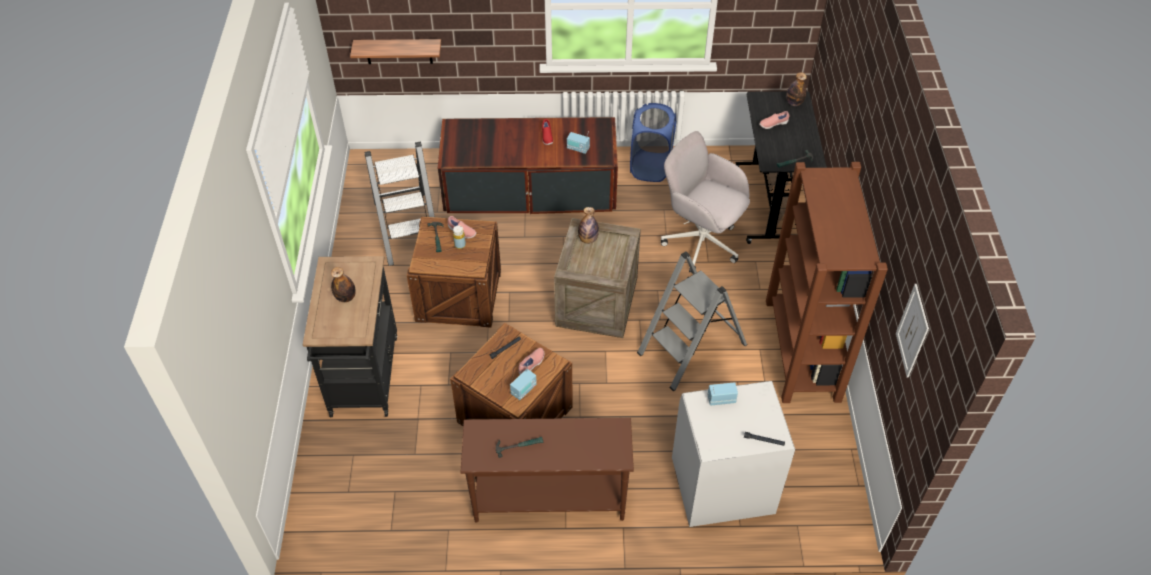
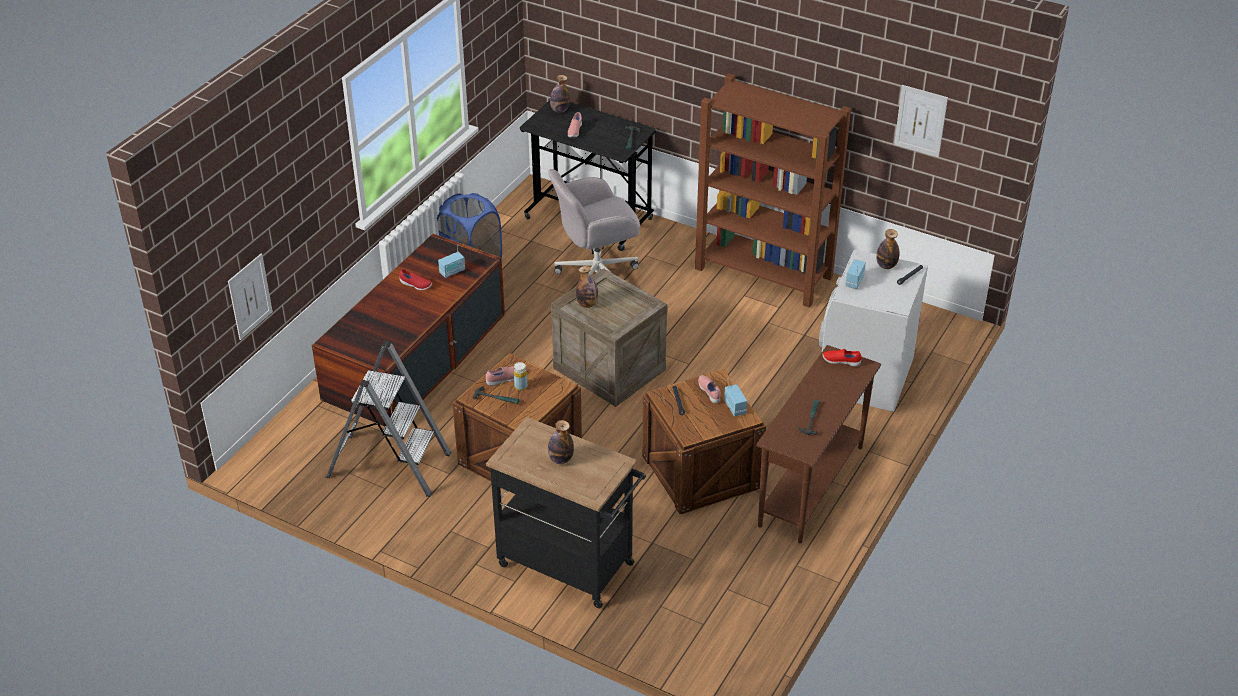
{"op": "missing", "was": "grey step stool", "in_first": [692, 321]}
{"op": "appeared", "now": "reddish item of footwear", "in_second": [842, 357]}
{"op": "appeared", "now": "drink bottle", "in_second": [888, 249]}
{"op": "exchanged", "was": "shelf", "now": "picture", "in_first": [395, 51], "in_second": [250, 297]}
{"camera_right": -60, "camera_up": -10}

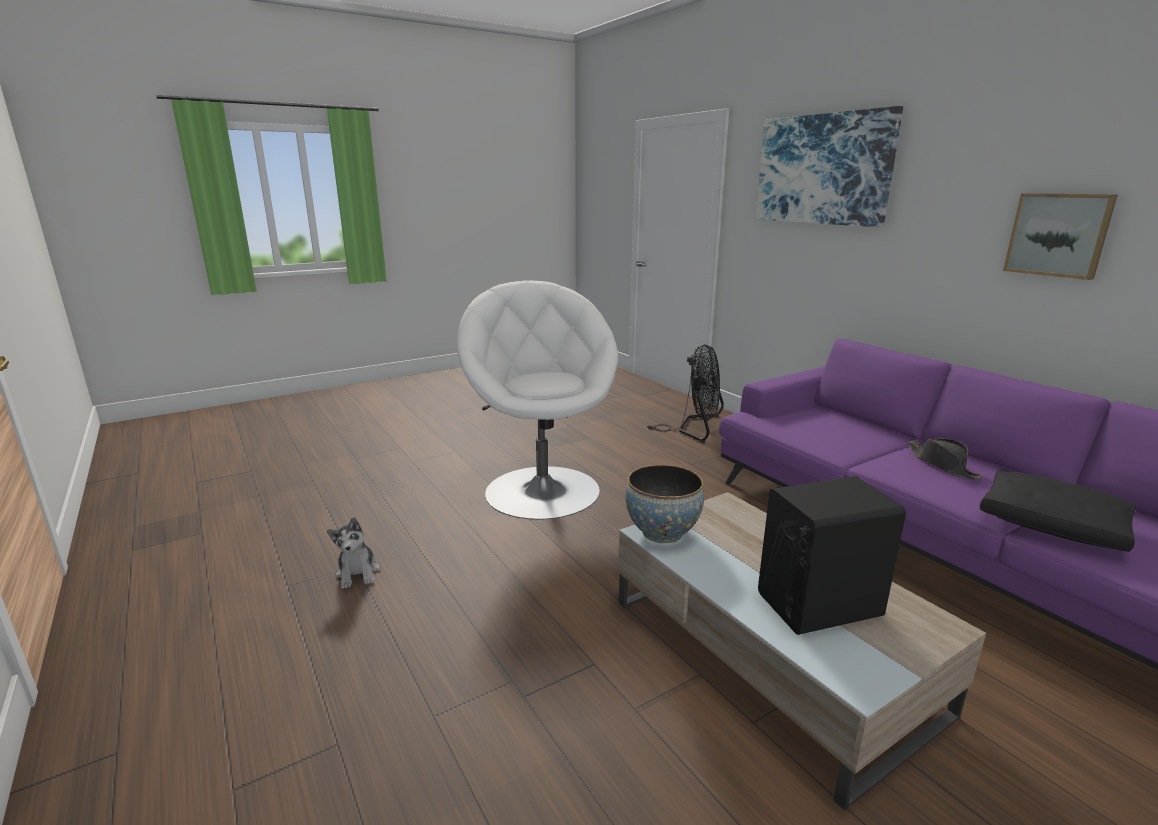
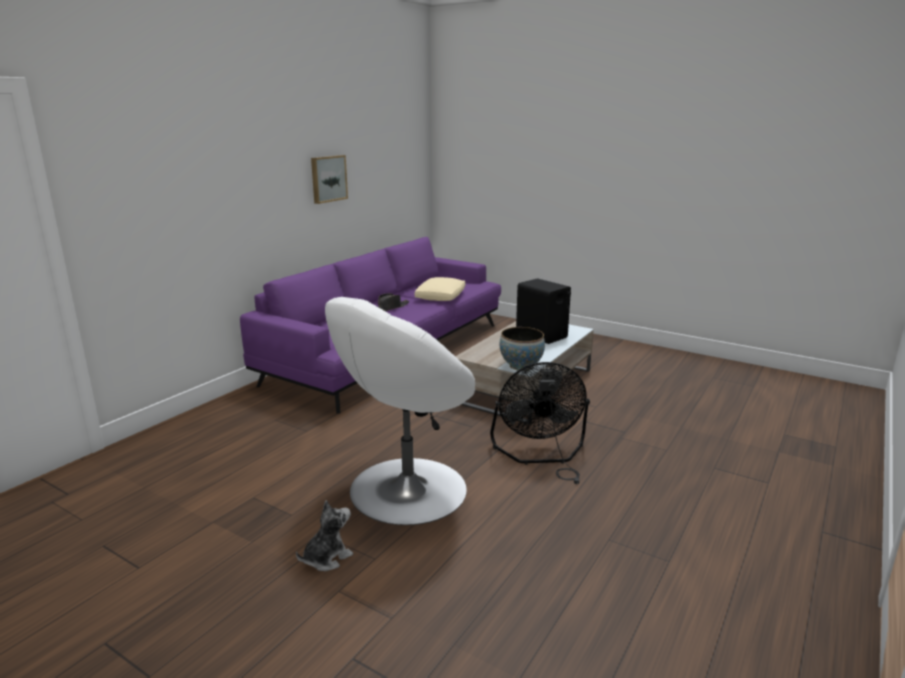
{"op": "missing", "was": "picture", "in_first": [829, 166]}
{"op": "relocated", "was": "cuddly toy", "in_first": [353, 553], "in_second": [324, 535]}
{"op": "relocated", "was": "blackish cooling fan", "in_first": [685, 393], "in_second": [540, 423]}
{"op": "colour", "was": "blackish throw pillow", "now": "beige-coloured throw pillow", "in_first": [1058, 511], "in_second": [440, 289]}
{"camera_right": -115, "camera_up": 0}

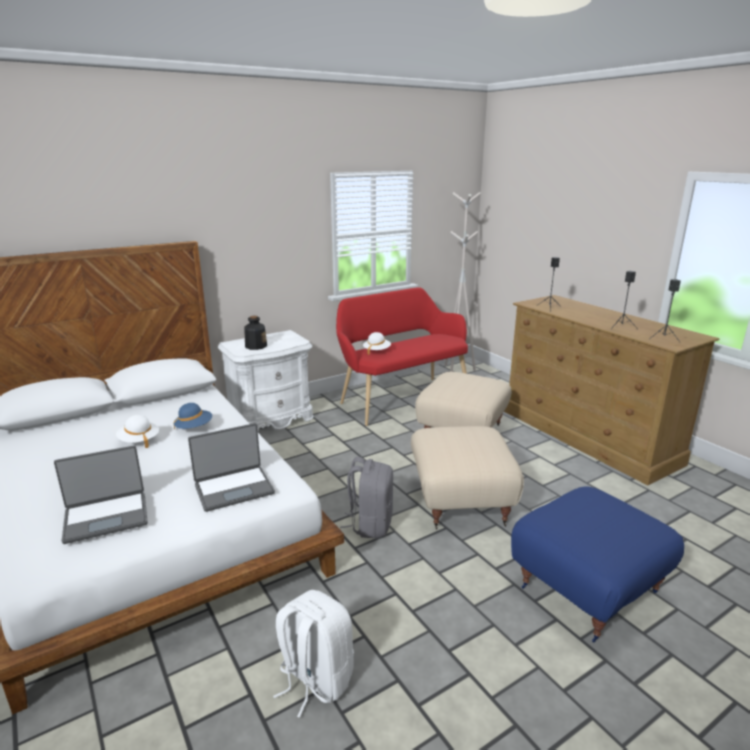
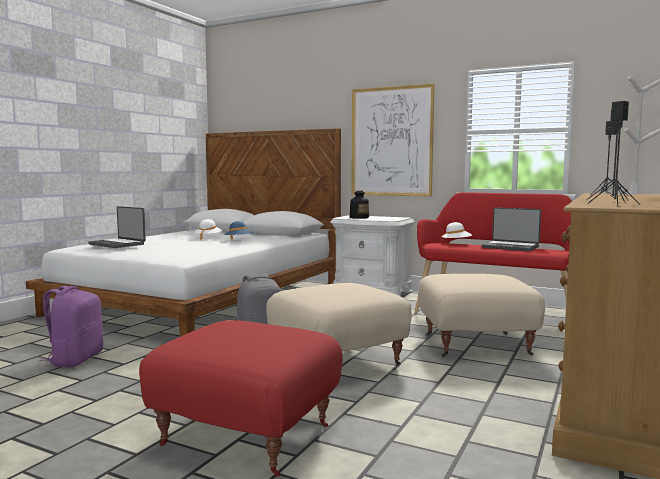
{"op": "appeared", "now": "picture", "in_second": [392, 140]}
{"op": "relocated", "was": "laptop", "in_first": [231, 467], "in_second": [511, 229]}
{"op": "colour", "was": "white-coloured backpack", "now": "purplish backpack", "in_first": [313, 654], "in_second": [71, 326]}
{"op": "colour", "was": "blue pouffe", "now": "reddish pouffe", "in_first": [597, 564], "in_second": [241, 398]}
{"camera_right": 60, "camera_up": -15}

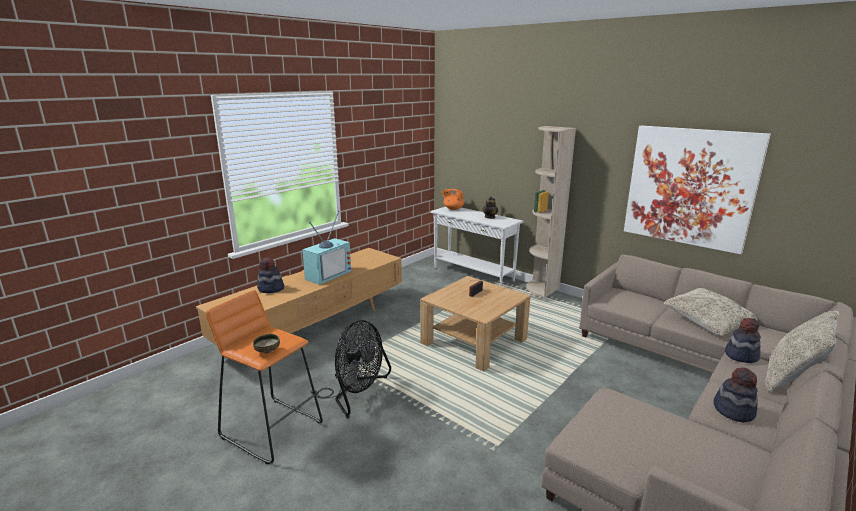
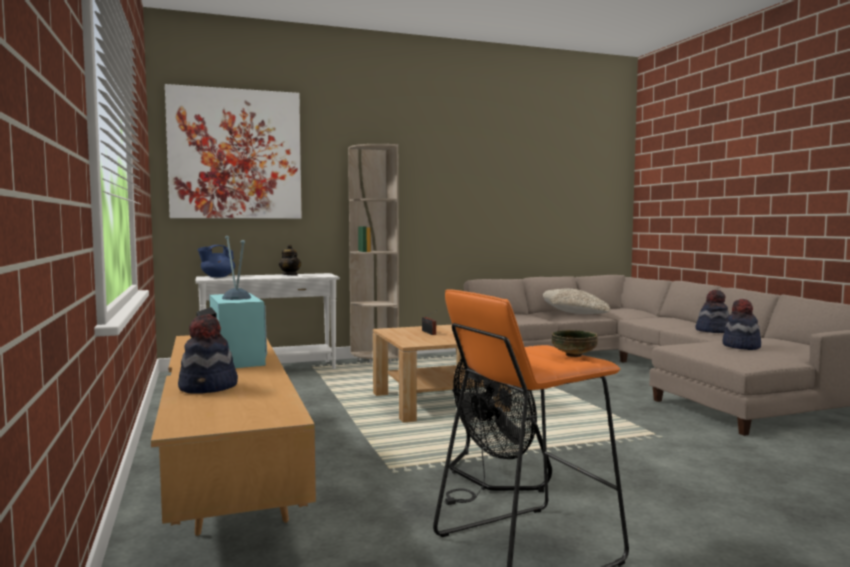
{"op": "missing", "was": "beige-coloured throw pillow", "in_first": [802, 351]}
{"op": "relocated", "was": "picture", "in_first": [697, 189], "in_second": [233, 151]}
{"op": "relocated", "was": "clothing hat", "in_first": [743, 340], "in_second": [742, 324]}
{"op": "colour", "was": "orangey tea pot", "now": "blue tea pot", "in_first": [453, 199], "in_second": [216, 261]}
{"camera_right": -60, "camera_up": -15}

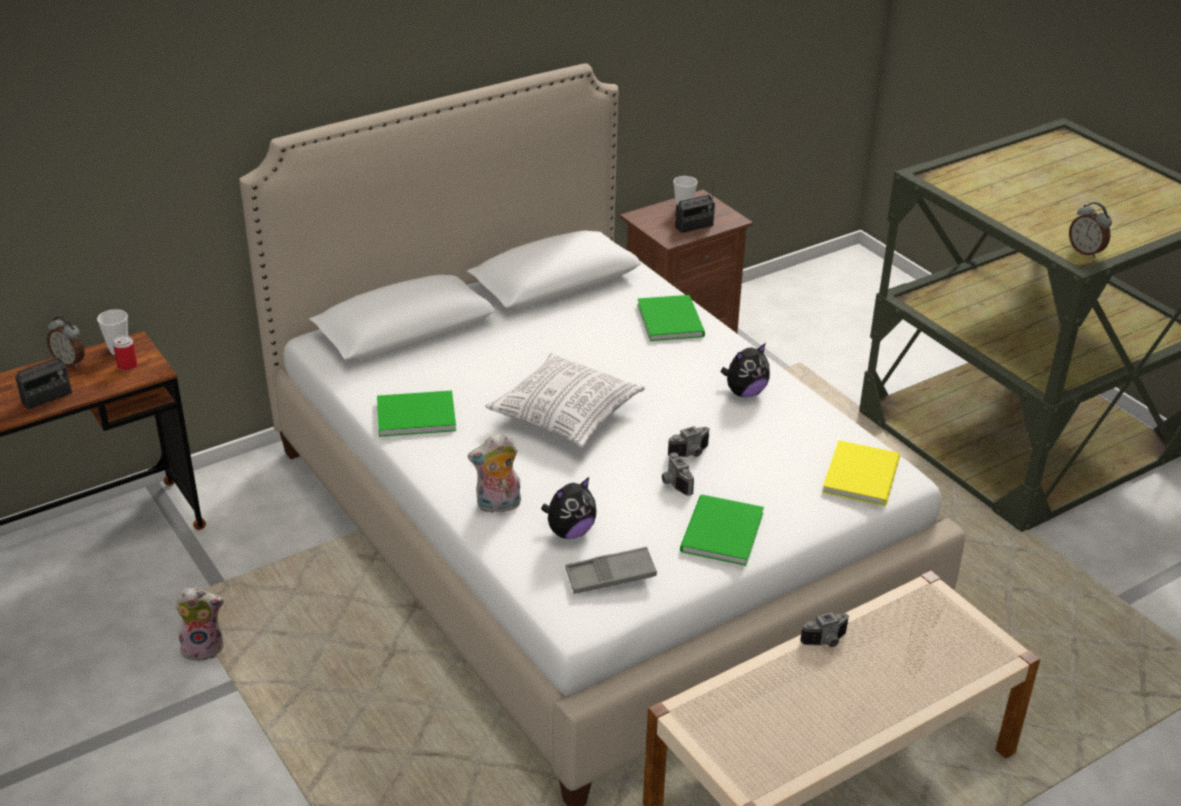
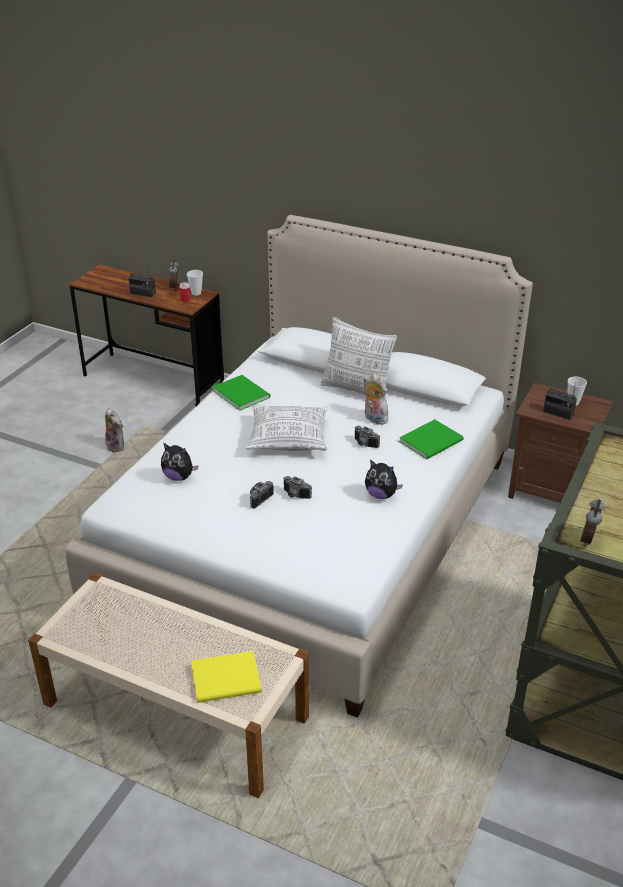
{"op": "missing", "was": "grey serving tray", "in_first": [611, 570]}
{"op": "missing", "was": "greenish book", "in_first": [722, 530]}
{"op": "appeared", "now": "throw pillow", "in_second": [358, 356]}
{"op": "relocated", "was": "cuddly toy", "in_first": [494, 473], "in_second": [375, 399]}
{"op": "relocated", "was": "photo camera", "in_first": [824, 629], "in_second": [367, 437]}
{"op": "relocated", "was": "yellow book", "in_first": [861, 473], "in_second": [226, 677]}
{"camera_right": 60, "camera_up": 0}

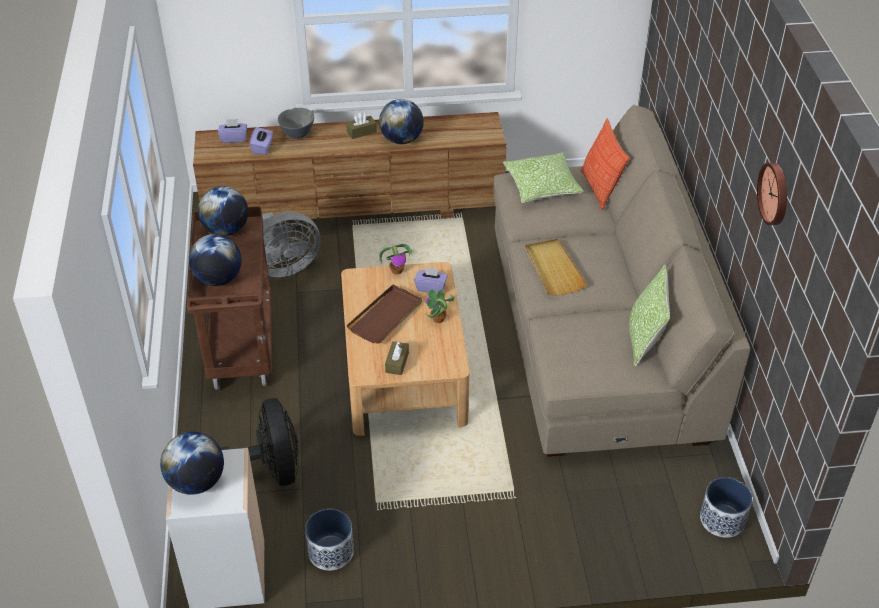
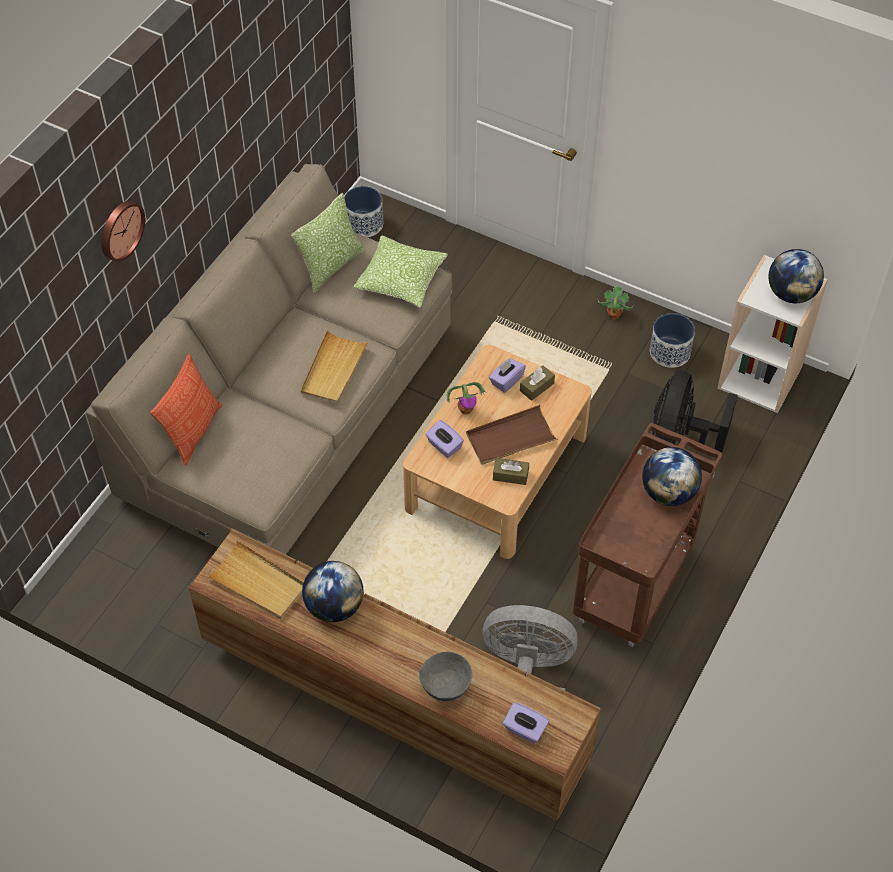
{"op": "missing", "was": "desk globe", "in_first": [223, 211]}
{"op": "appeared", "now": "beige-coloured serving tray", "in_second": [255, 579]}
{"op": "relocated", "was": "purplish box of tissues", "in_first": [261, 141], "in_second": [507, 375]}
{"op": "relocated", "was": "brownish box of tissues", "in_first": [361, 125], "in_second": [511, 471]}
{"op": "relocated", "was": "plant in a pot", "in_first": [396, 259], "in_second": [615, 302]}
{"op": "relocated", "was": "throw pillow", "in_first": [543, 178], "in_second": [400, 271]}
{"op": "relocated", "was": "clock on the wall", "in_first": [772, 194], "in_second": [123, 231]}
{"camera_right": -145, "camera_up": 10}

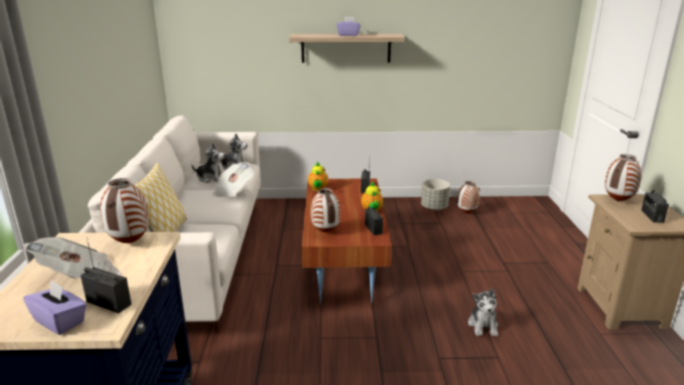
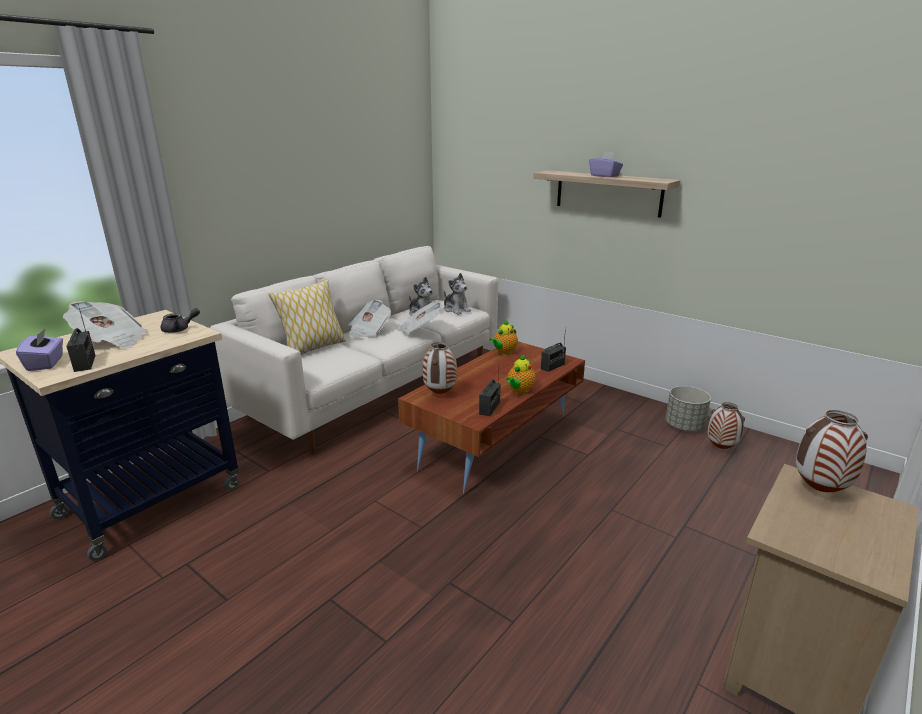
{"op": "missing", "was": "cuddly toy", "in_first": [483, 312]}
{"op": "missing", "was": "radio set", "in_first": [655, 202]}
{"op": "appeared", "now": "daily paper", "in_second": [369, 319]}
{"op": "exchanged", "was": "vase", "now": "grey tea pot", "in_first": [124, 210], "in_second": [180, 320]}
{"camera_right": 40, "camera_up": 0}

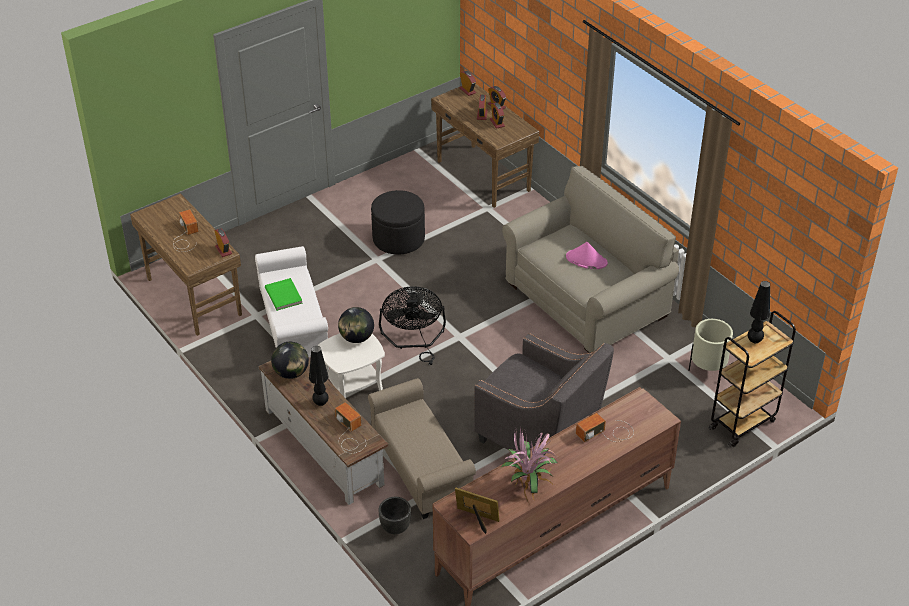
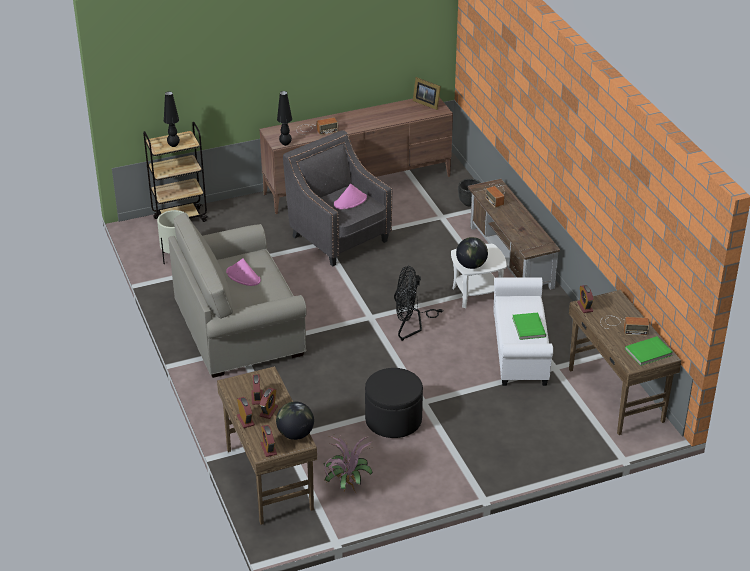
{"op": "missing", "was": "beige-coloured pouffe", "in_first": [422, 448]}
{"op": "appeared", "now": "pink-coloured clothing hat", "in_second": [350, 196]}
{"op": "appeared", "now": "greenish book", "in_second": [648, 351]}
{"op": "relocated", "was": "desk globe", "in_first": [290, 360], "in_second": [295, 421]}
{"op": "relocated", "was": "blackish tabletop lamp", "in_first": [319, 376], "in_second": [284, 118]}
{"op": "relocated", "was": "plant in a pot", "in_first": [529, 466], "in_second": [348, 463]}
{"op": "spun", "was": "radio set", "in_first": [186, 230], "in_second": [624, 326], "clockwise": -75}
{"op": "spun", "was": "blackish cooling fan", "in_first": [412, 325], "in_second": [419, 303], "clockwise": 75}
{"camera_right": -165, "camera_up": -5}

